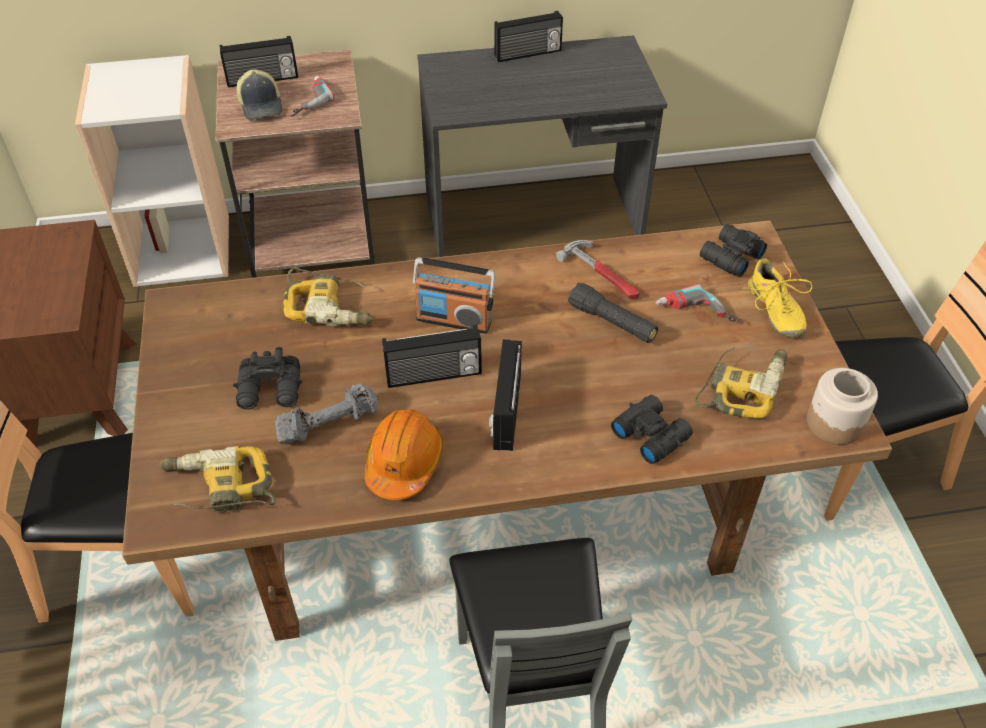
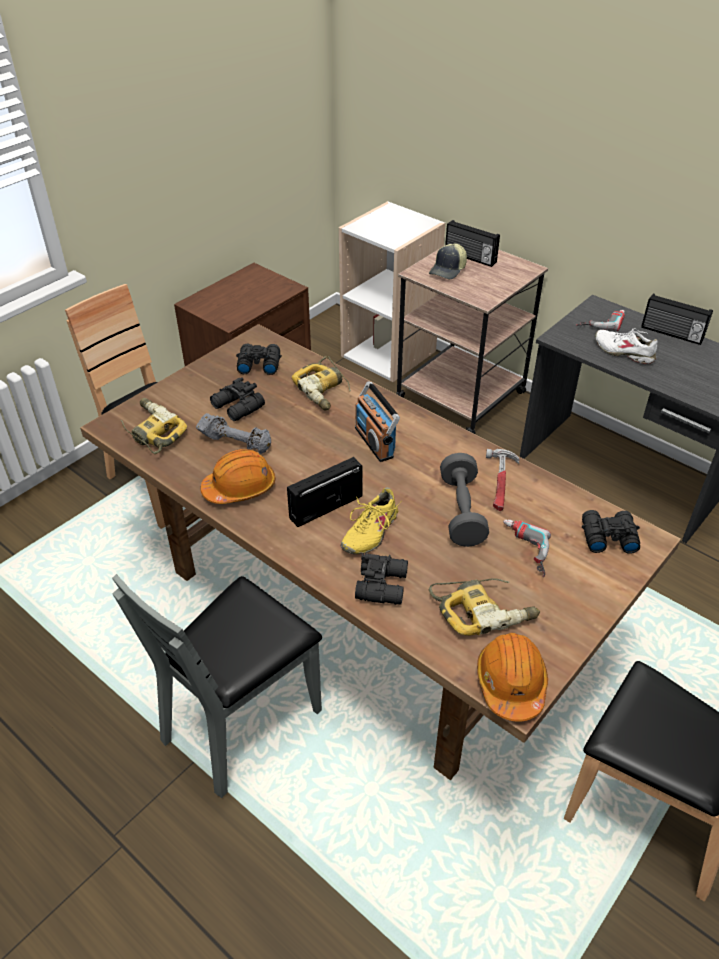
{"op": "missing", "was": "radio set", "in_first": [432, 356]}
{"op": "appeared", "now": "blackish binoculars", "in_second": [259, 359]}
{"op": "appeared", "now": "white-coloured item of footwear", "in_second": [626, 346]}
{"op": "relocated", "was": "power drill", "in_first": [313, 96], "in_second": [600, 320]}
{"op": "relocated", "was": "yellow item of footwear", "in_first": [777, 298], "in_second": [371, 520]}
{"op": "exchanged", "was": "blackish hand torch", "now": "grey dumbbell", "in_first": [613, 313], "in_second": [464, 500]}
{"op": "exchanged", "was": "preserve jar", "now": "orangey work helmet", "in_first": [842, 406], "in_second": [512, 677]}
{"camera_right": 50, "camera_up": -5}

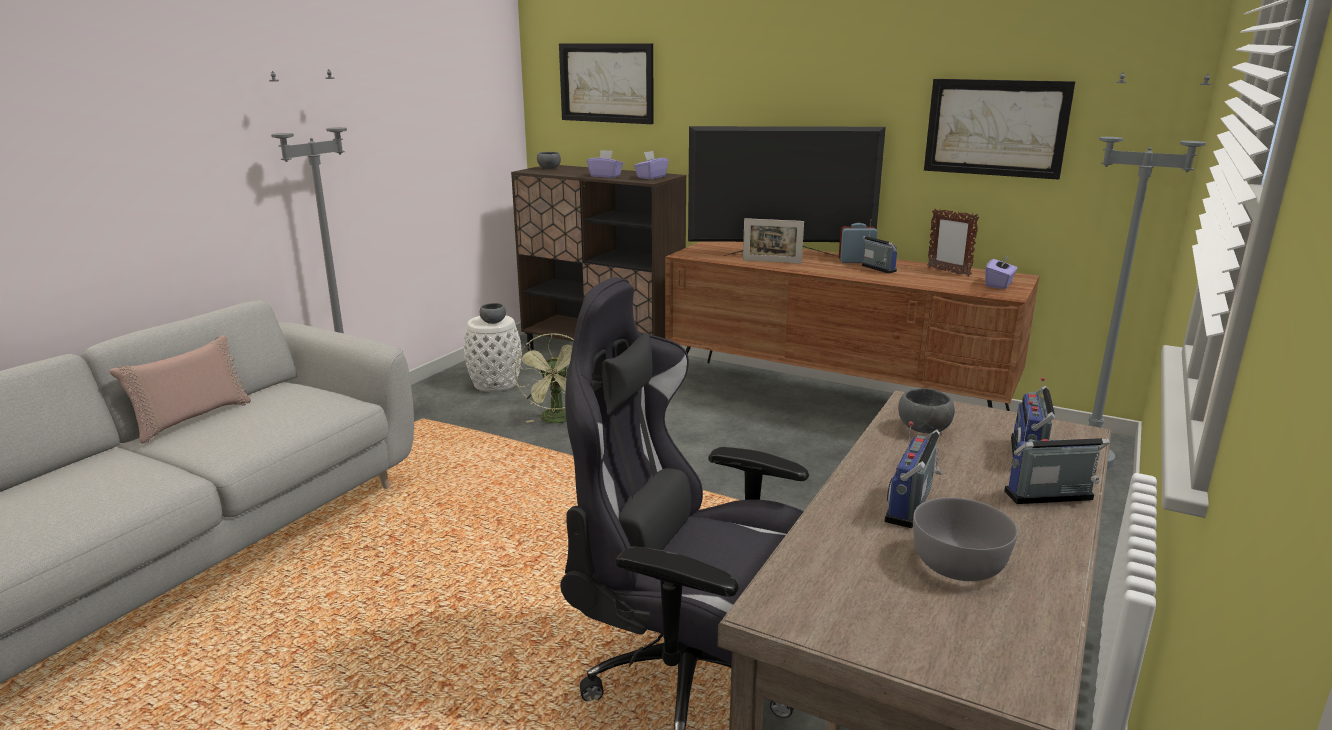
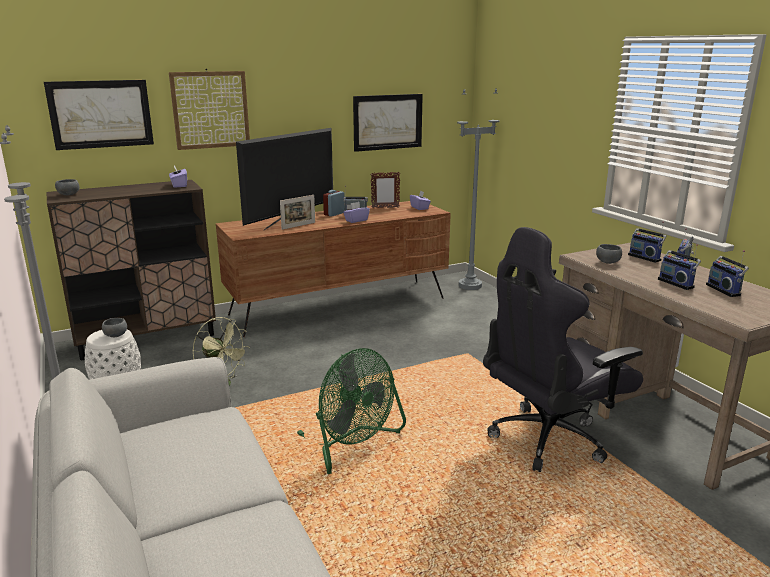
{"op": "missing", "was": "beige-coloured throw pillow", "in_first": [180, 389]}
{"op": "appeared", "now": "picture", "in_second": [209, 109]}
{"op": "appeared", "now": "greenish cooling fan", "in_second": [351, 411]}
{"op": "relocated", "was": "purplish box of tissues", "in_first": [605, 164], "in_second": [356, 212]}
{"op": "exchanged", "was": "grey serving bowl", "now": "radio set", "in_first": [965, 539], "in_second": [727, 273]}
{"camera_right": -55, "camera_up": 0}

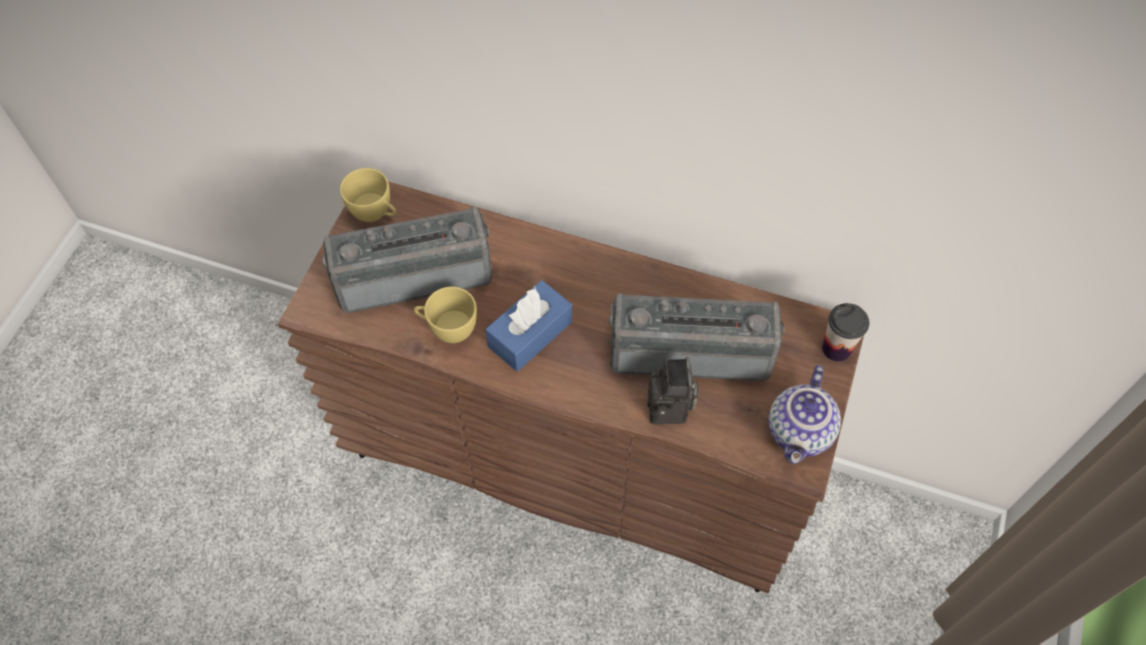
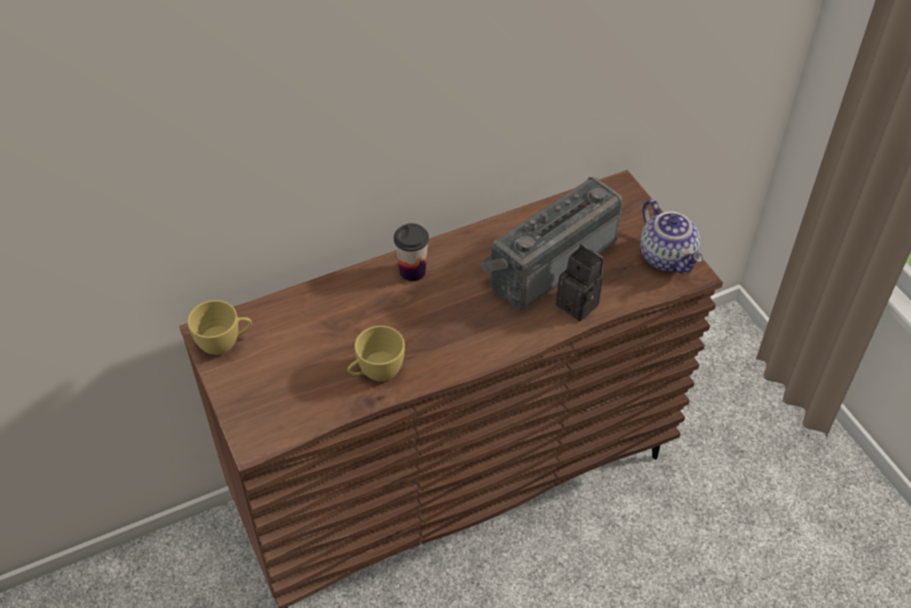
{"op": "missing", "was": "radio set", "in_first": [407, 260]}
{"op": "missing", "was": "blue box of tissues", "in_first": [528, 326]}
{"op": "relocated", "was": "cup", "in_first": [845, 332], "in_second": [411, 252]}
{"camera_right": -45, "camera_up": -10}

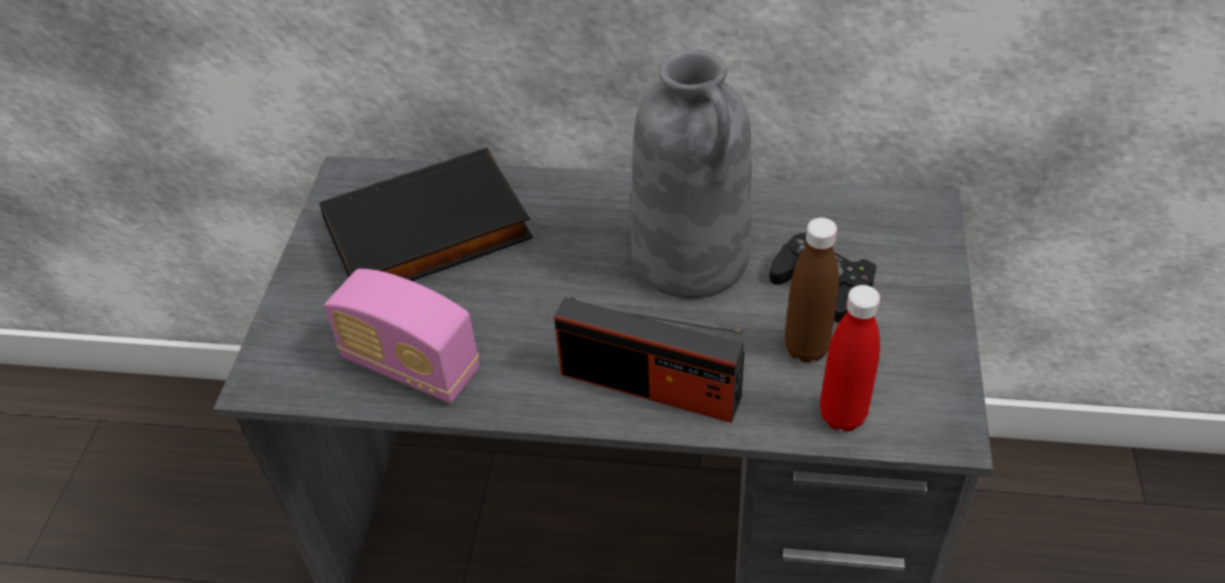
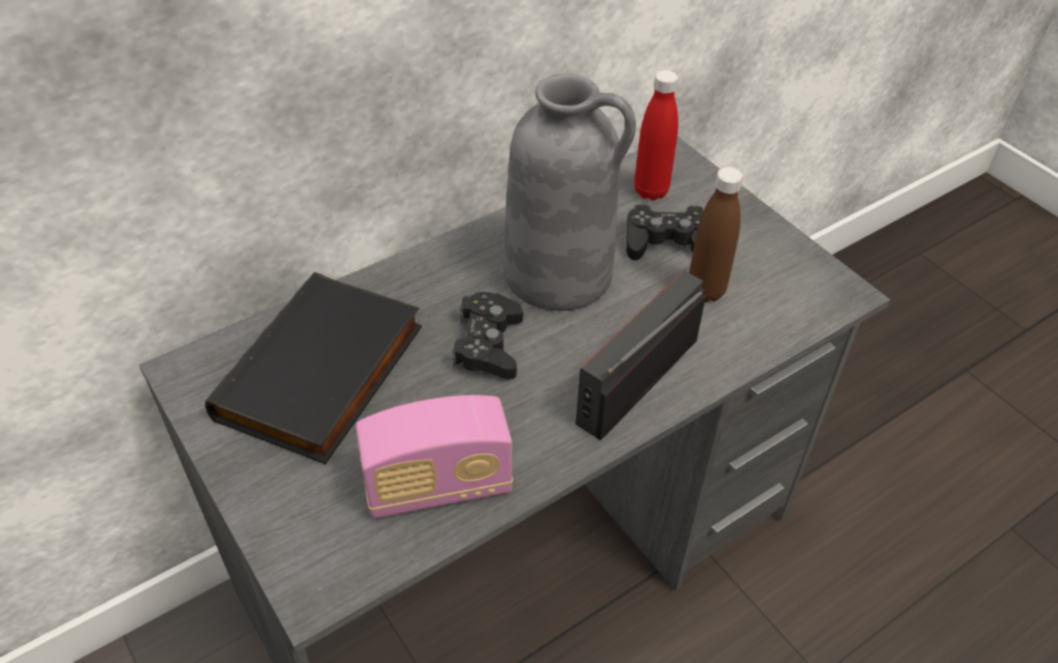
{"op": "appeared", "now": "blackish game controller", "in_second": [487, 335]}
{"op": "relocated", "was": "reddish drink bottle", "in_first": [850, 358], "in_second": [656, 135]}
{"op": "spun", "was": "radio set", "in_first": [649, 360], "in_second": [641, 355], "clockwise": 150}
{"camera_right": -45, "camera_up": 0}

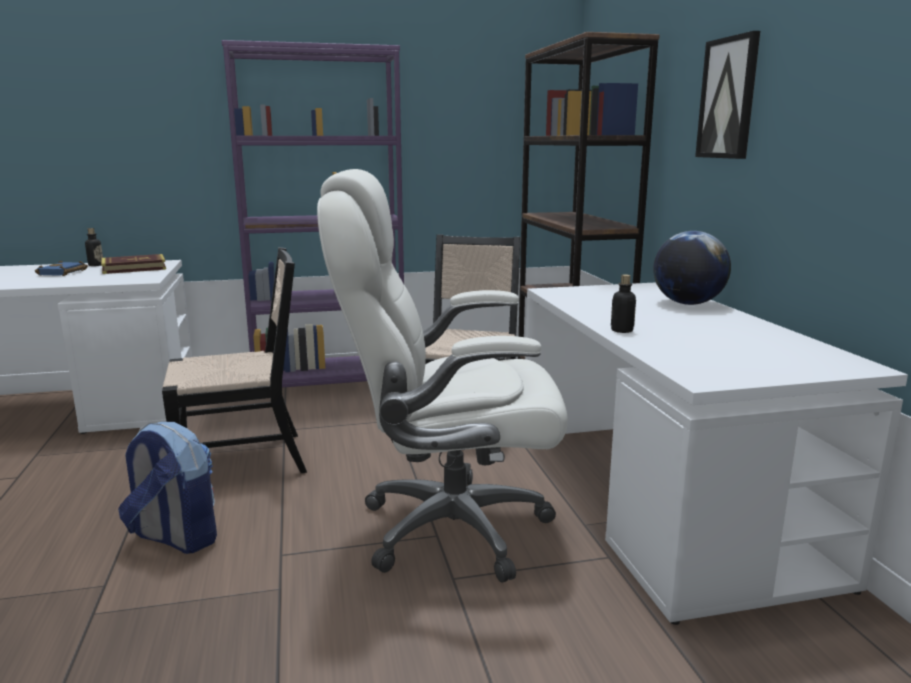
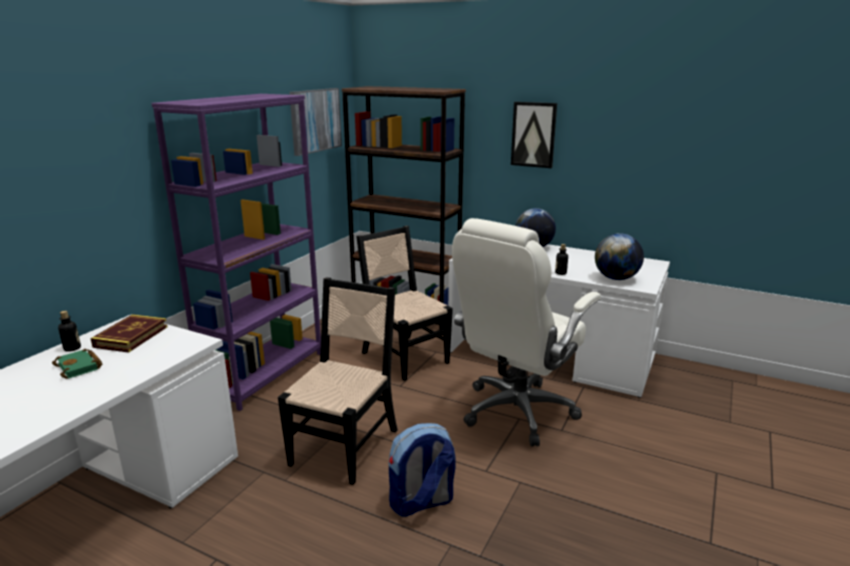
{"op": "appeared", "now": "picture", "in_second": [315, 122]}
{"op": "appeared", "now": "desk globe", "in_second": [619, 256]}
{"op": "colour", "was": "blue book", "now": "greenish book", "in_first": [61, 268], "in_second": [77, 364]}
{"camera_right": -50, "camera_up": 5}

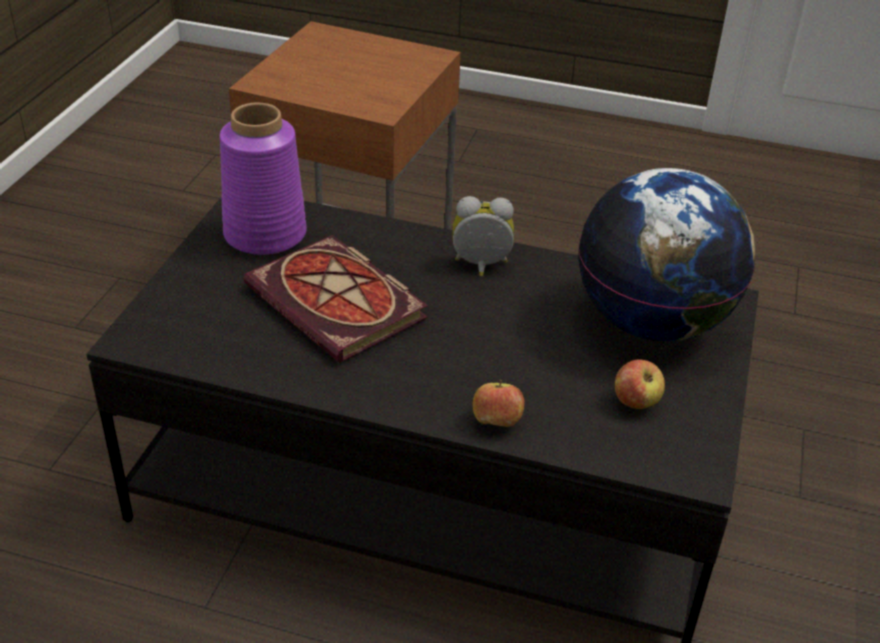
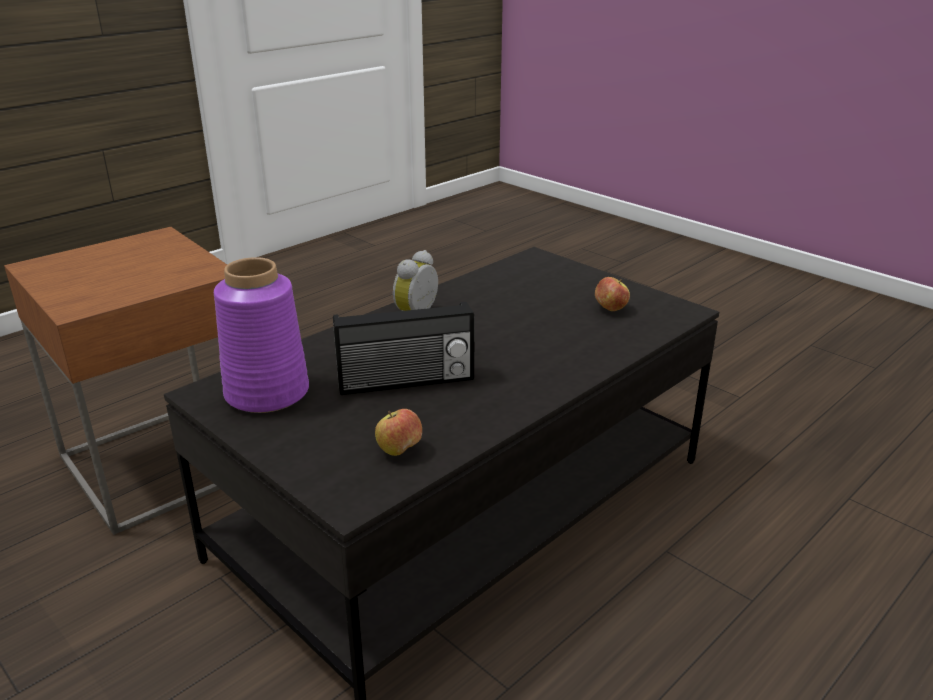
{"op": "missing", "was": "desk globe", "in_first": [666, 254]}
{"op": "relocated", "was": "apple fruit", "in_first": [498, 403], "in_second": [398, 432]}
{"op": "exchanged", "was": "book", "now": "radio set", "in_first": [336, 299], "in_second": [404, 348]}
{"camera_right": -60, "camera_up": -10}

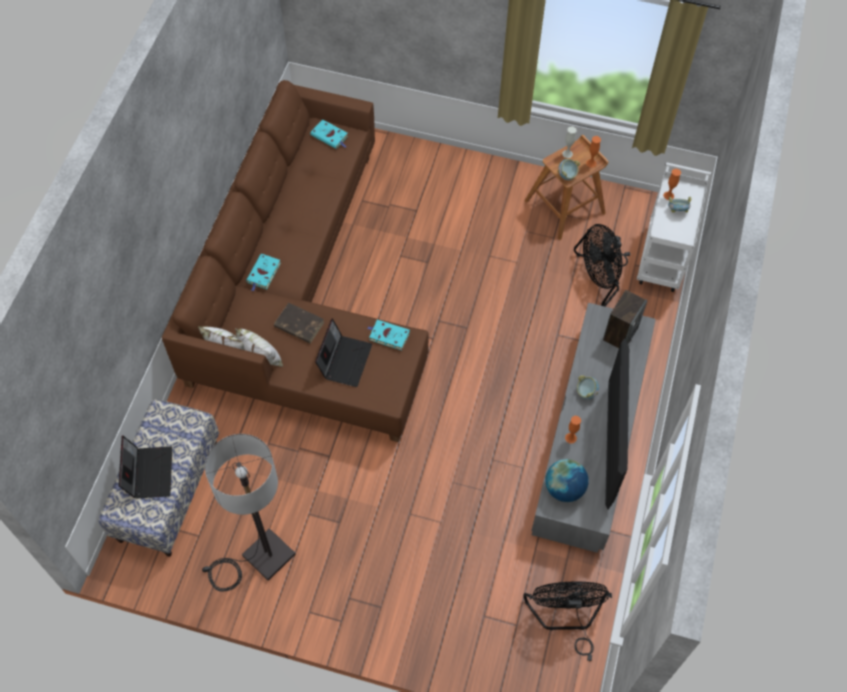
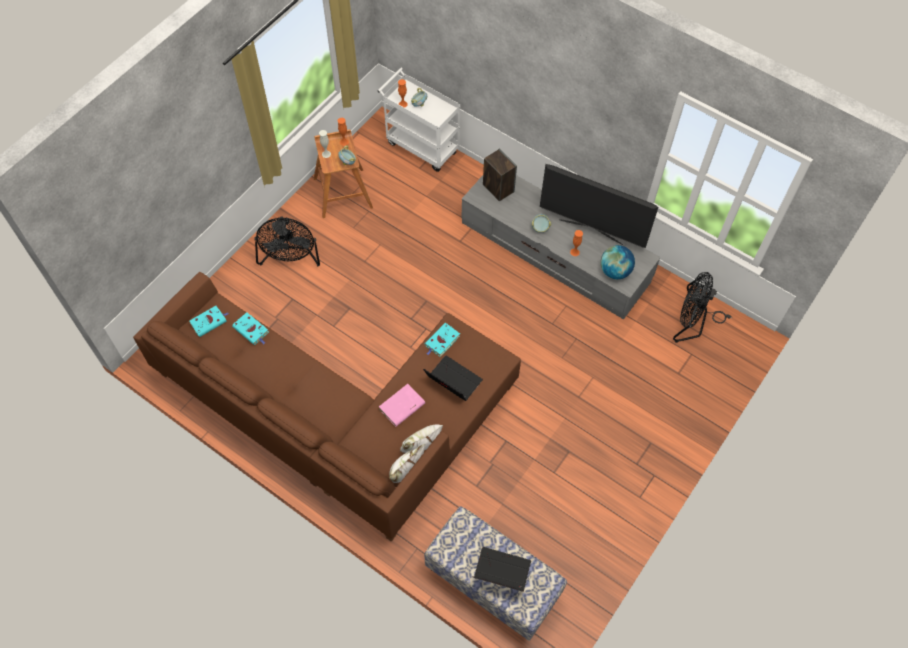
{"op": "missing", "was": "standing lamp", "in_first": [248, 512]}
{"op": "relocated", "was": "turquoise book", "in_first": [263, 273], "in_second": [250, 328]}
{"op": "relocated", "was": "blackish cooling fan", "in_first": [602, 265], "in_second": [287, 241]}
{"op": "colour", "was": "brownish book", "now": "pink-coloured book", "in_first": [299, 323], "in_second": [402, 405]}
{"camera_right": -70, "camera_up": 0}

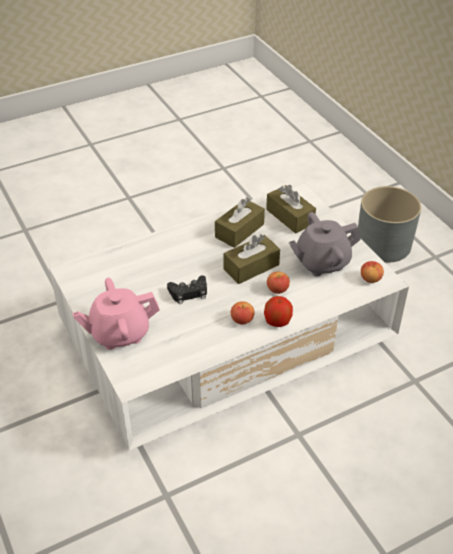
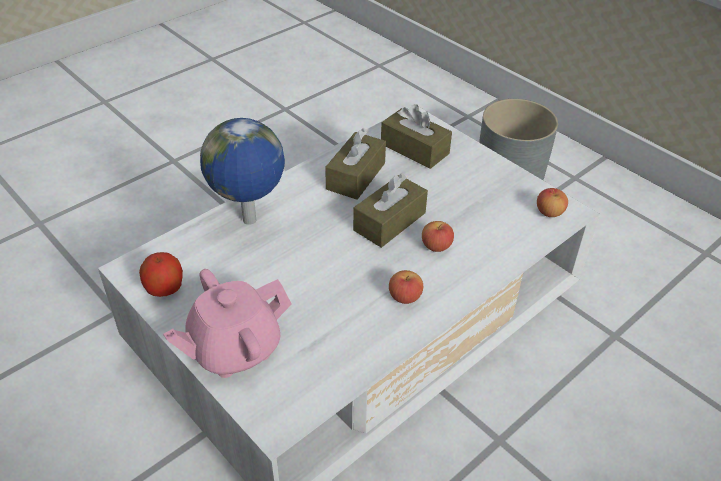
{"op": "missing", "was": "blackish game controller", "in_first": [187, 289]}
{"op": "missing", "was": "grey tea pot", "in_first": [325, 244]}
{"op": "appeared", "now": "desk globe", "in_second": [242, 171]}
{"op": "relocated", "was": "apple fruit", "in_first": [278, 311], "in_second": [161, 274]}
{"camera_right": -15, "camera_up": 0}

